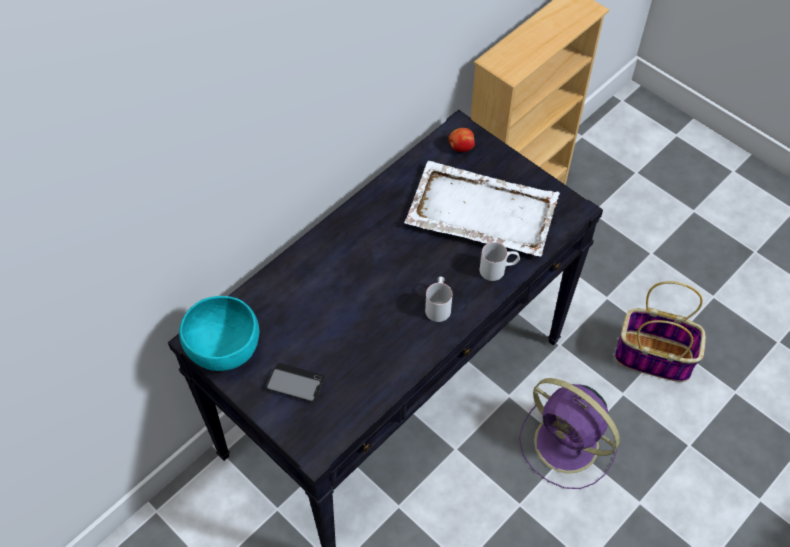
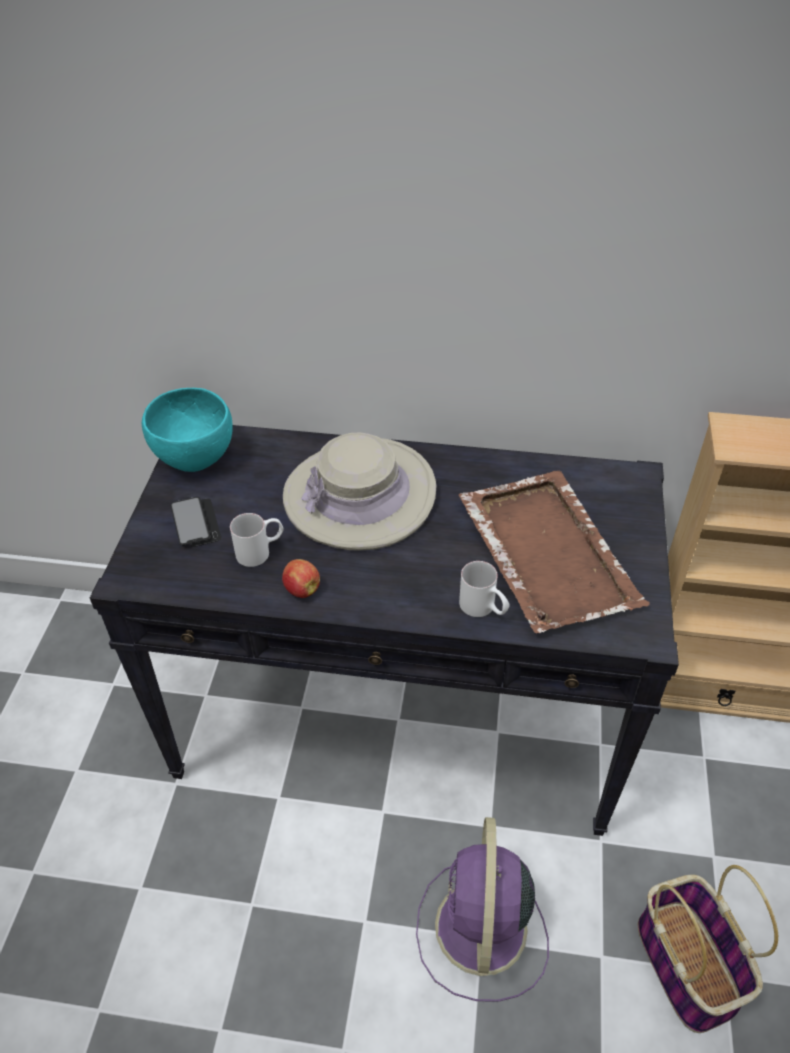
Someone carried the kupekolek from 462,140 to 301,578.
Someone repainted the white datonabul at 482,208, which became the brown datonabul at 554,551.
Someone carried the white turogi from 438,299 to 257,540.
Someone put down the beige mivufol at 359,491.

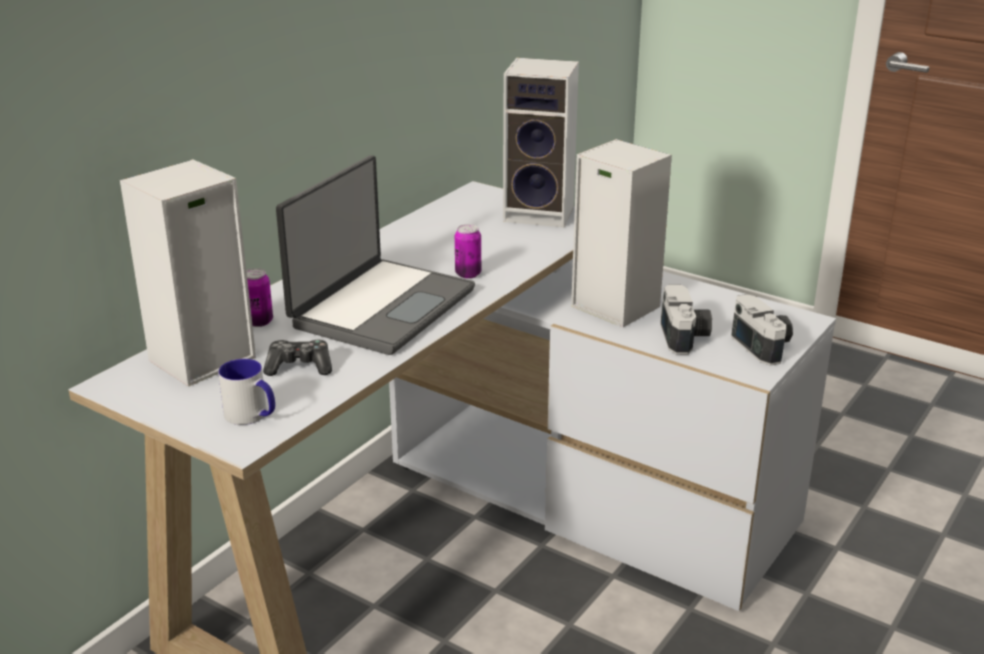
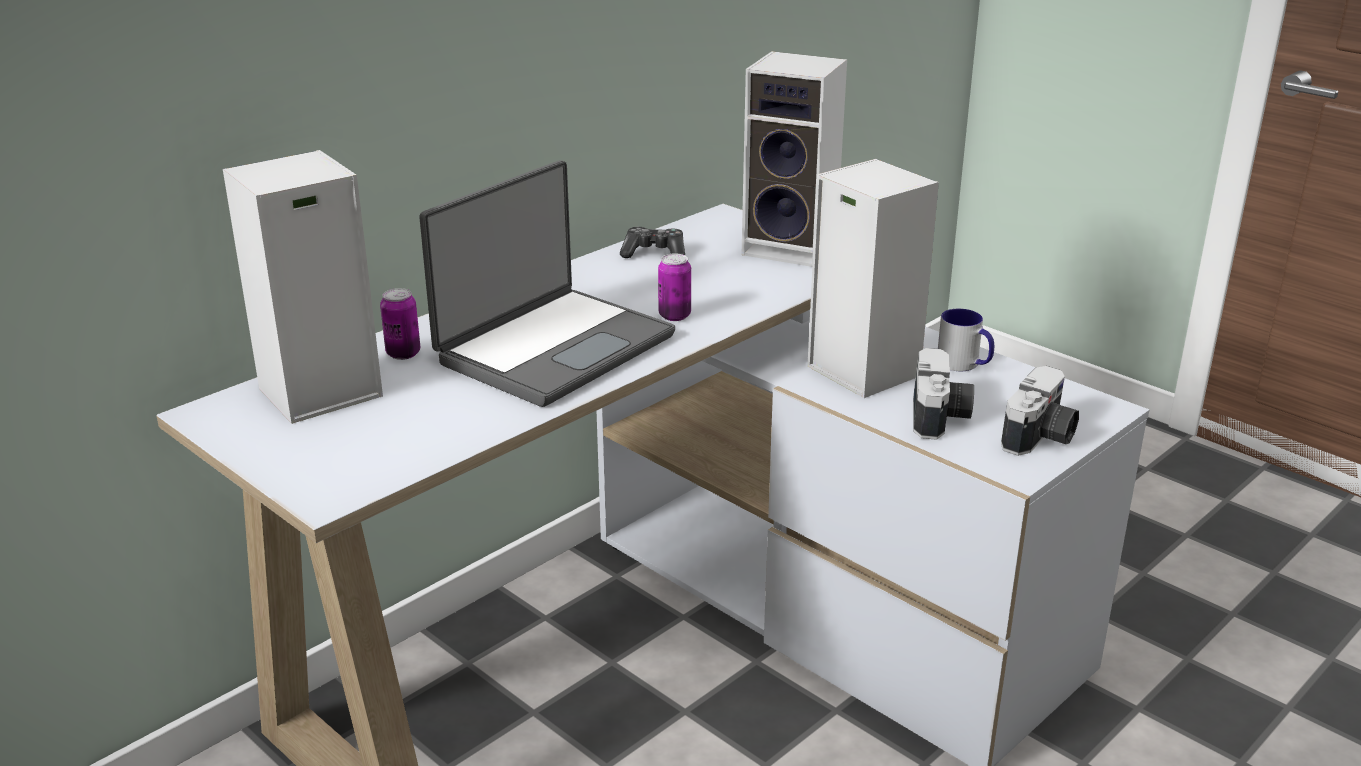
Someone rotated the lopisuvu at 762,330 by 45 degrees clockwise.
Someone carried the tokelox from 297,358 to 652,242.
Someone carried the turogi from 246,392 to 966,340.

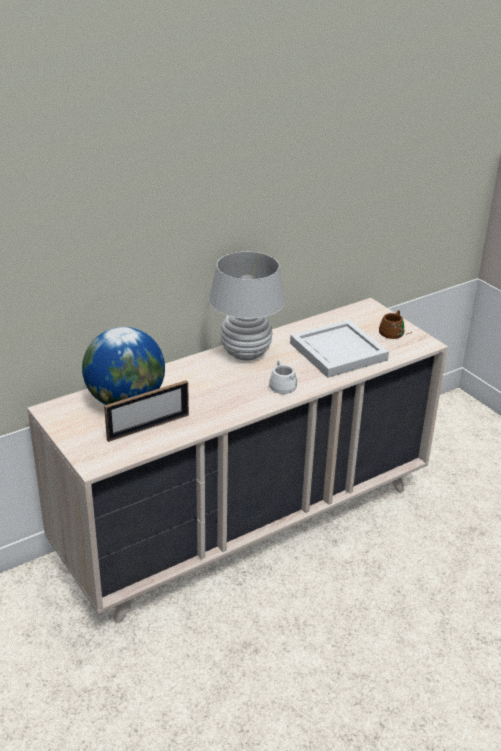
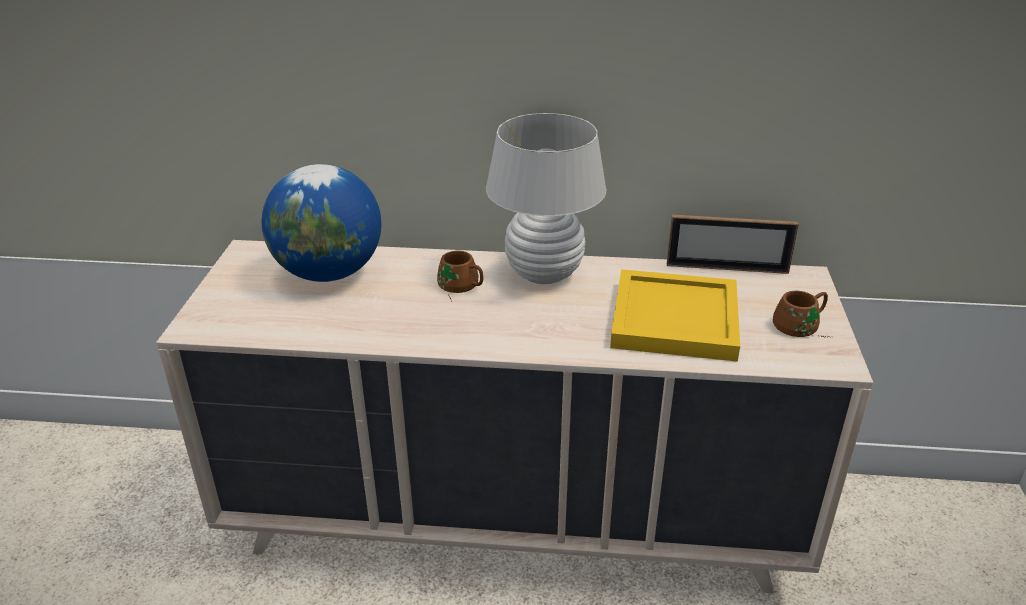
Someone repainted the white datonabul at 339,348, which became the yellow datonabul at 675,315.
Someone took away the white turogi at 284,377.
Someone carried the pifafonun from 146,411 to 733,244.
Someone put down the brown turogi at 460,276.

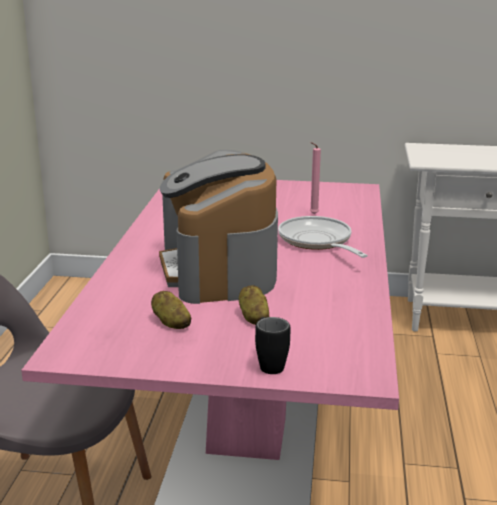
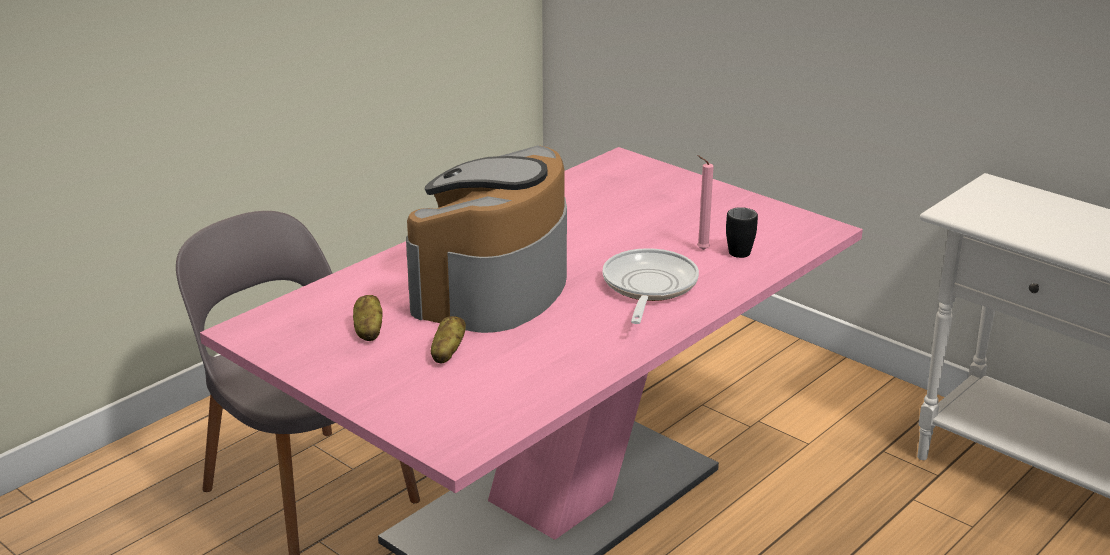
Someone carried the black turogi from 272,345 to 742,232.

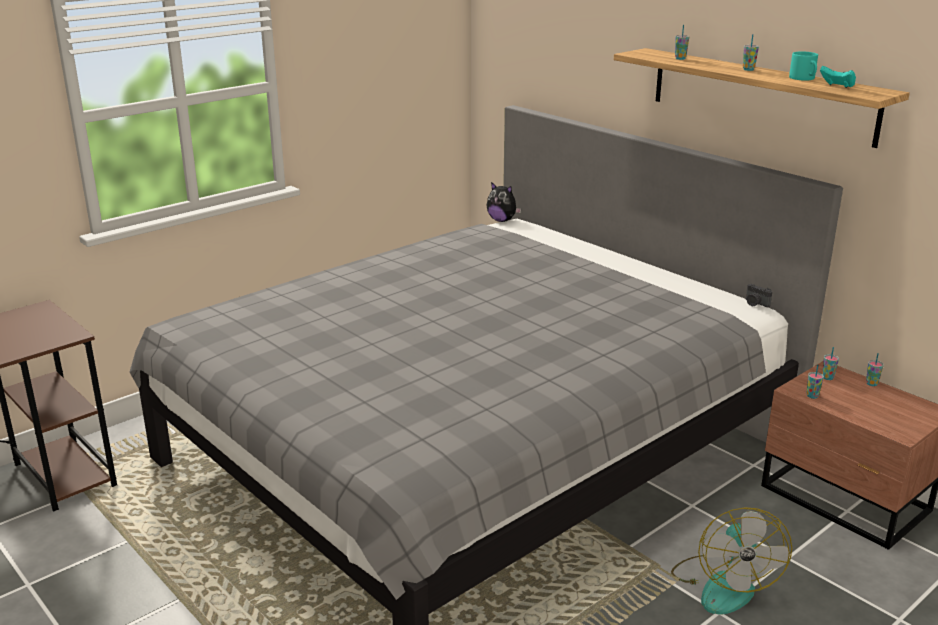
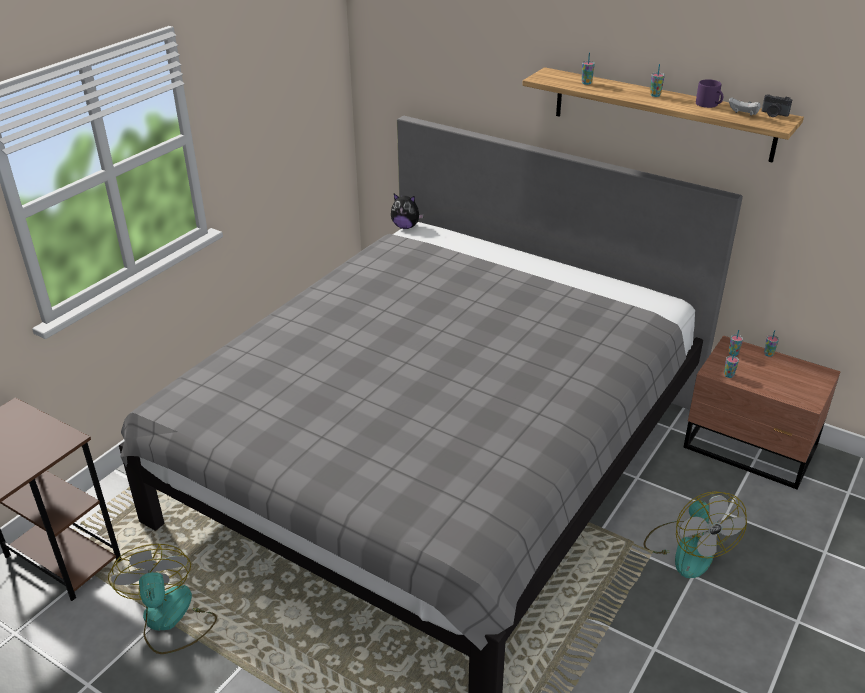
Someone repainted the turquoise turogi at 803,65, which became the purple turogi at 709,93.
Someone repainted the turquoise tokelox at 838,77, which became the white tokelox at 744,106.
Someone carried the lopisuvu from 759,295 to 777,106.
Someone put down the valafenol at 162,599.

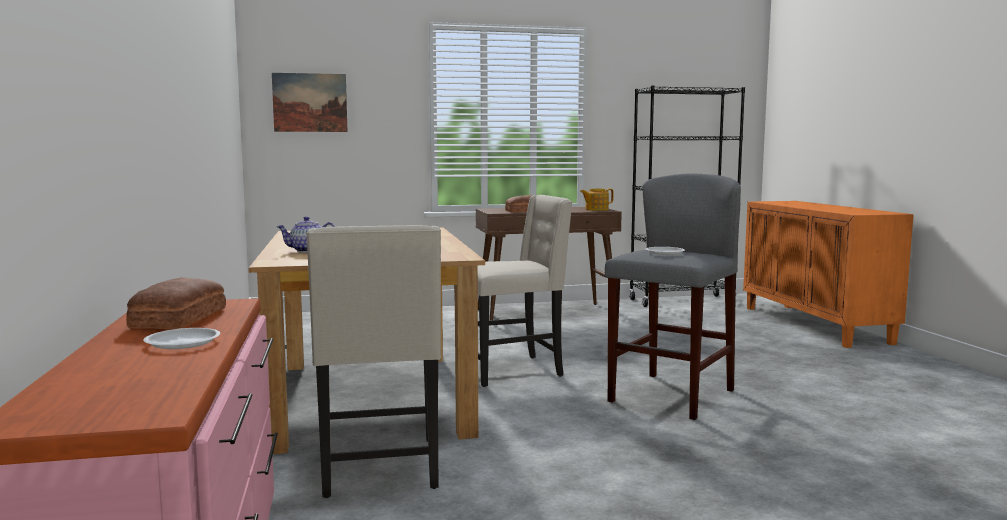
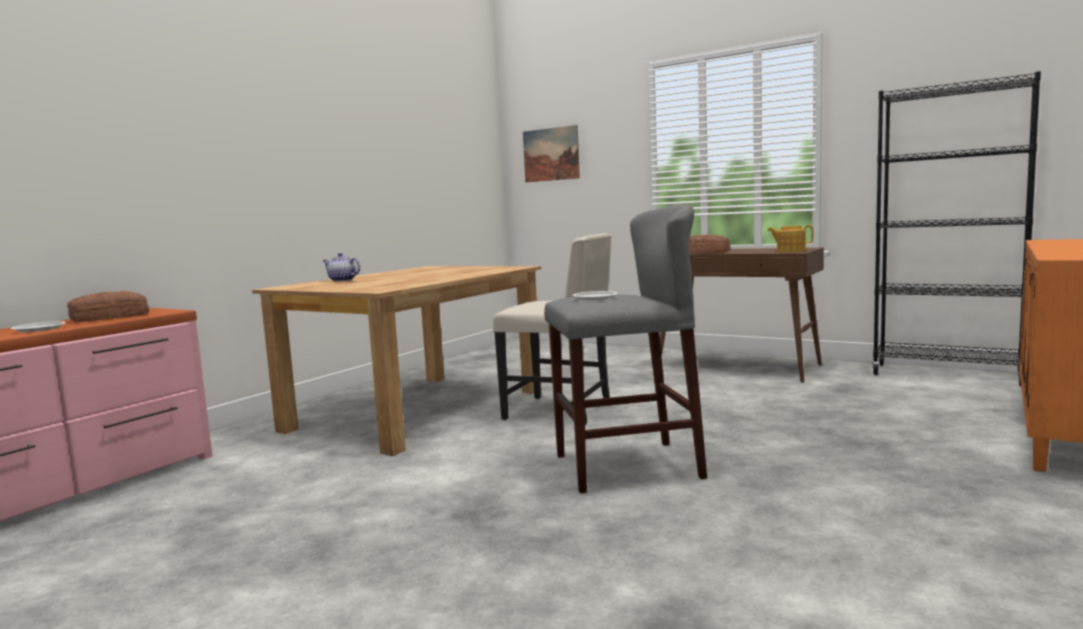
Someone took away the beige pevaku at 373,361.

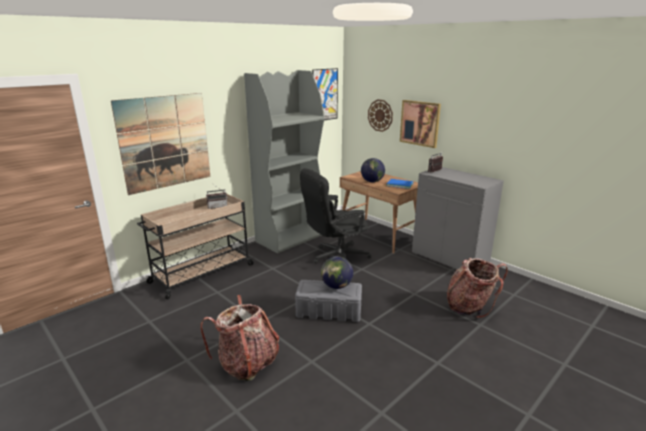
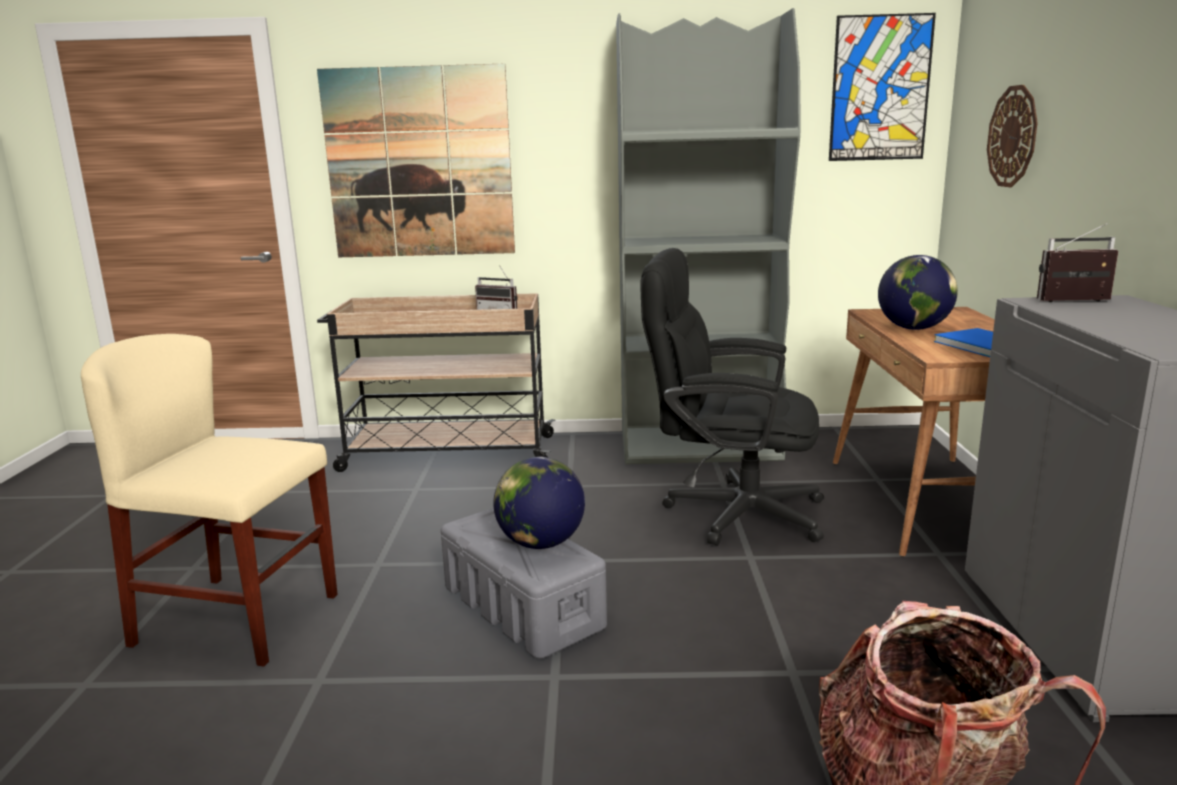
Someone took away the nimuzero at 420,124.
Someone swapped the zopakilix at 239,338 for the beige pevaku at 209,500.

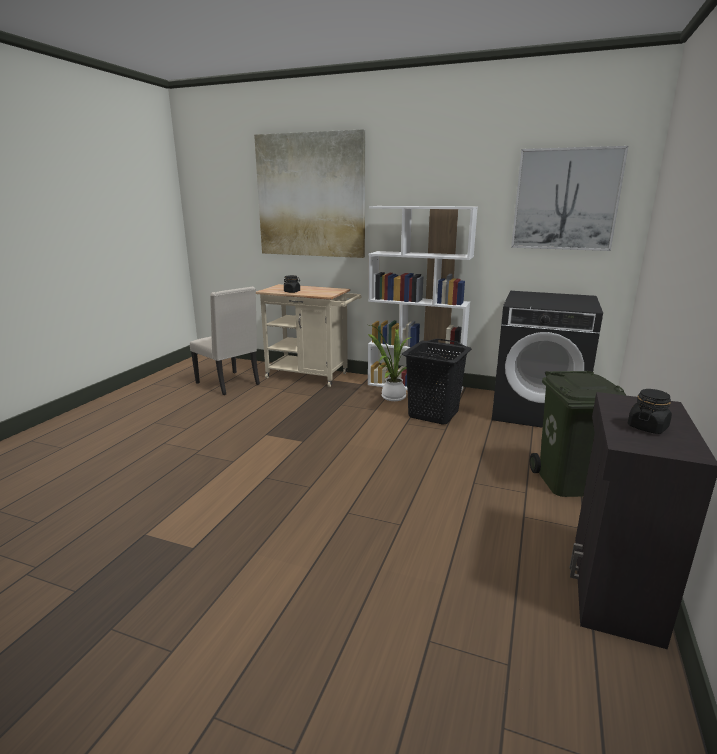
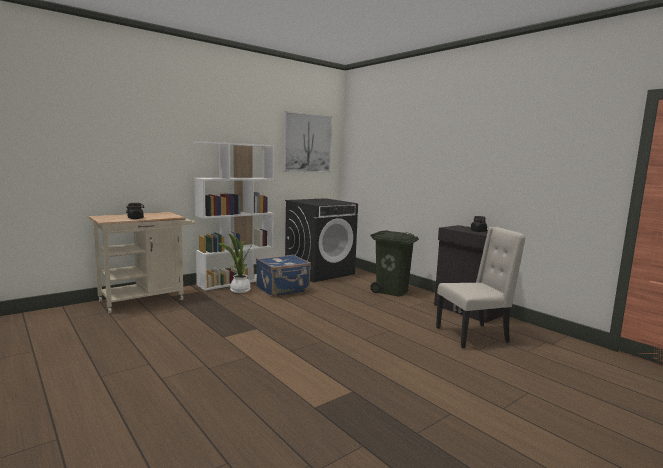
Someone took away the nimuzero at 309,193.
Someone carried the beige pevaku from 225,341 to 481,287.
Someone swapped the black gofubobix at 437,382 for the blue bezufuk at 283,275.

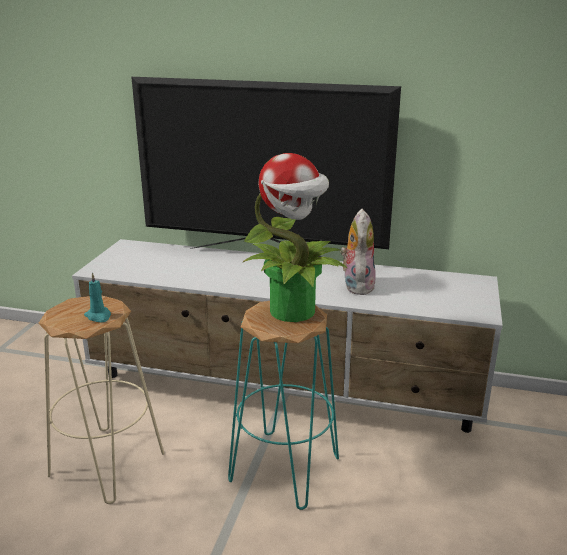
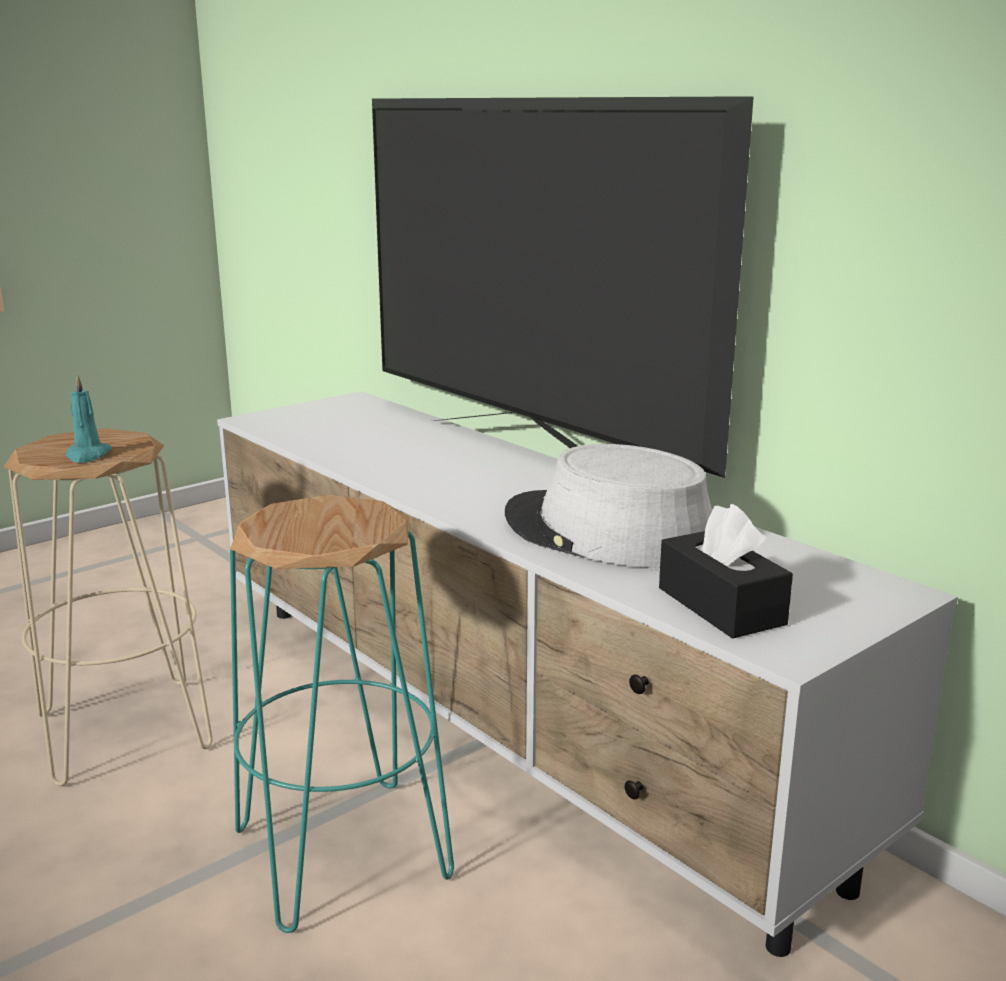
Someone took away the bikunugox at 295,237.
Someone swapped the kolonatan at 358,252 for the grey mivufol at 608,506.
Someone put down the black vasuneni at 726,571.

